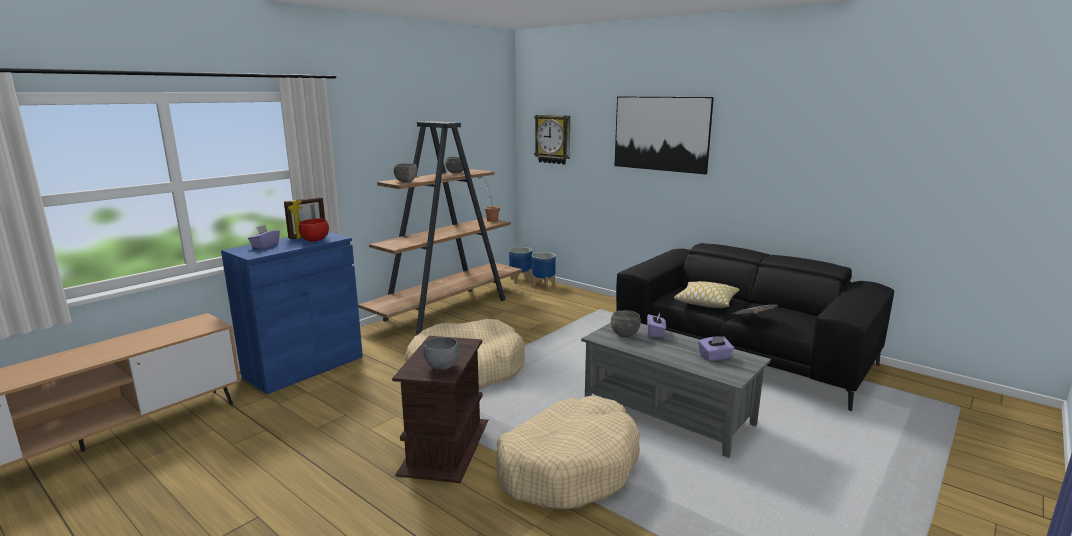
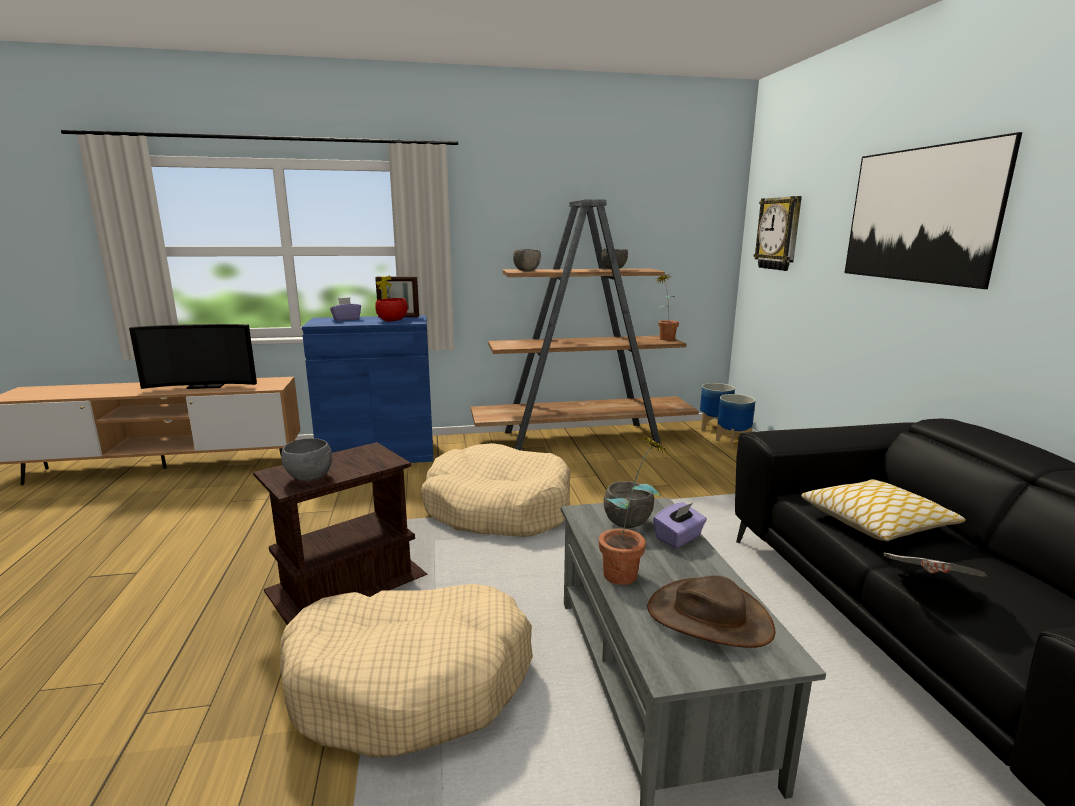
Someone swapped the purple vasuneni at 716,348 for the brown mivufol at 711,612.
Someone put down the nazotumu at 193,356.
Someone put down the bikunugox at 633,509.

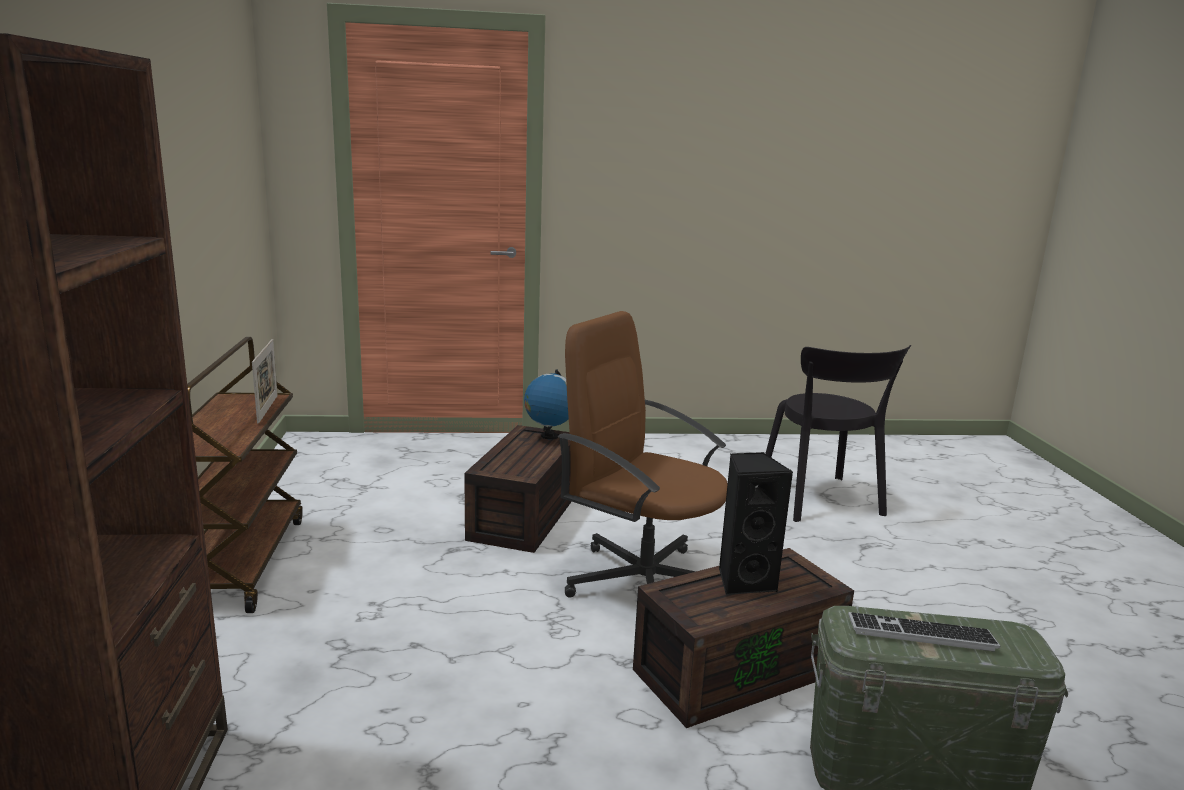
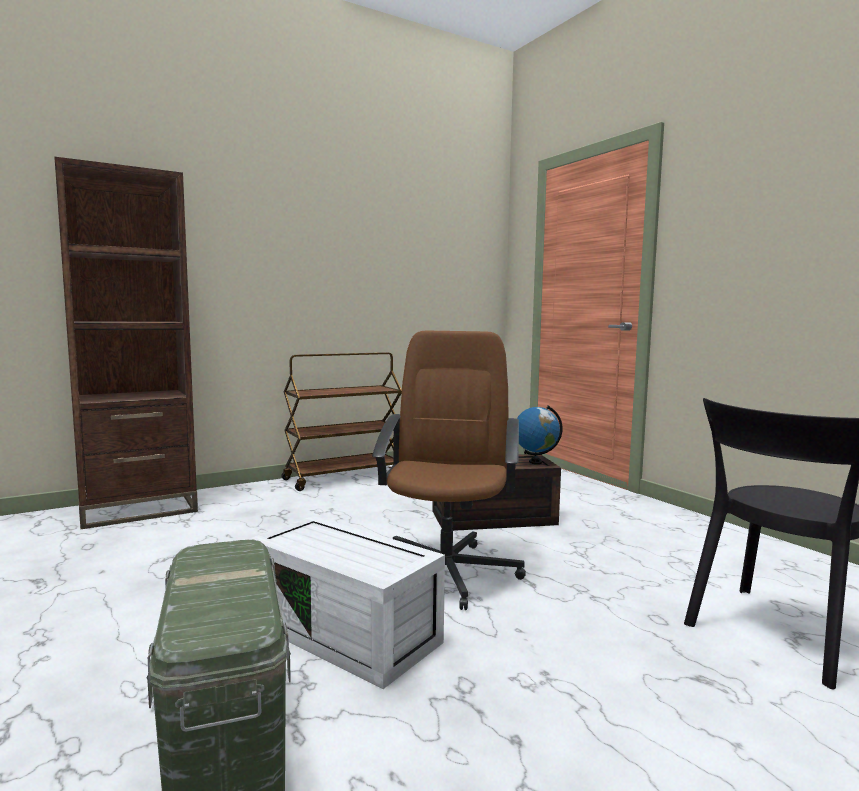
Someone took away the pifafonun at 265,381.
Someone took away the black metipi at 756,523.
Someone repainted the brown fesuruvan at 743,638, which became the white fesuruvan at 346,602.
Someone took away the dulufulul at 924,632.

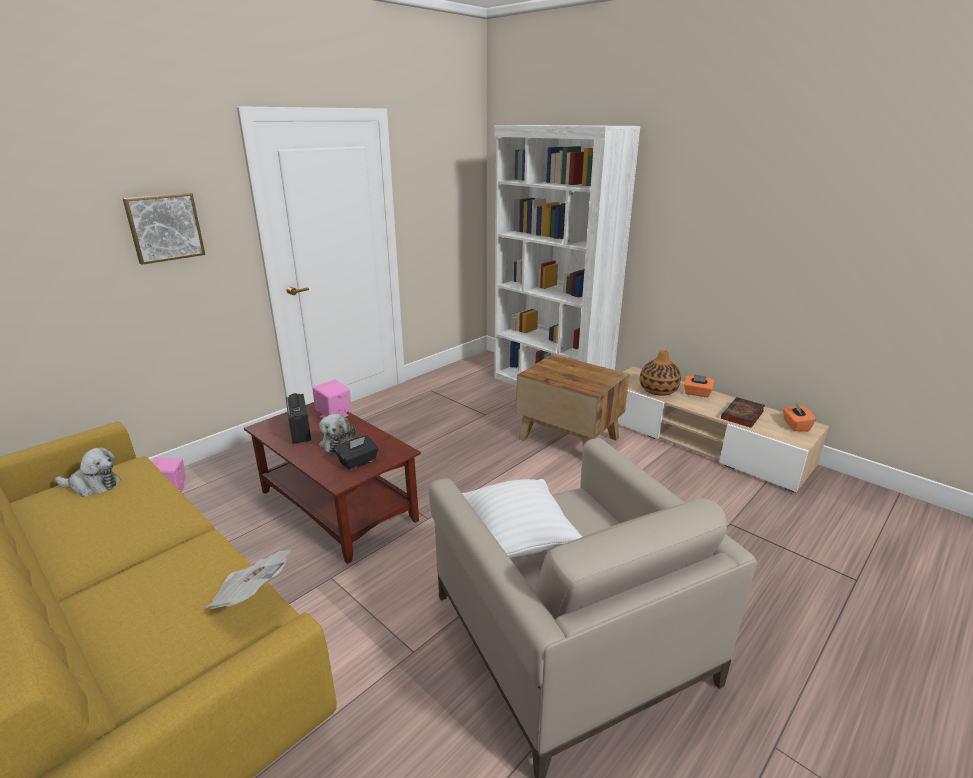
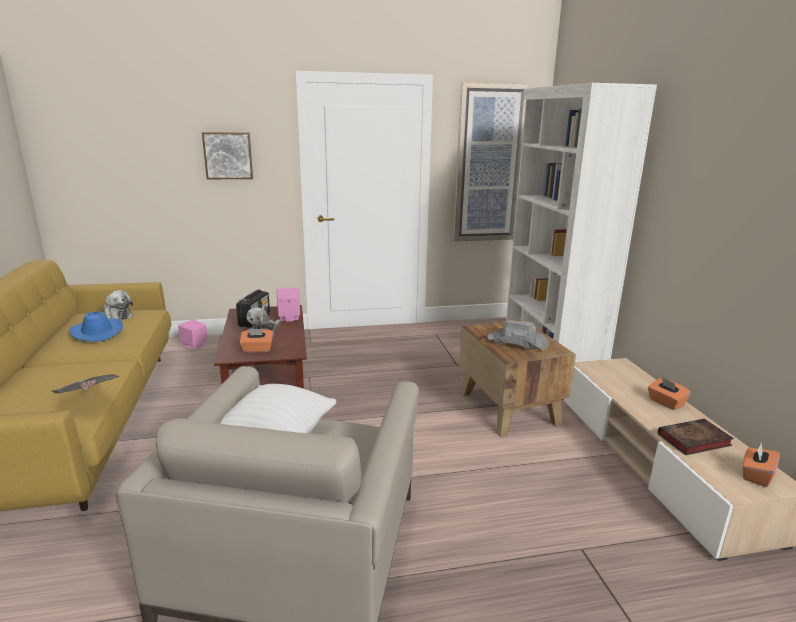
Someone took away the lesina at 660,373.
Someone repainted the black vasuneni at 357,452, which became the orange vasuneni at 256,341.
Someone put up the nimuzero at 491,161.
Someone put down the blue mivufol at 96,326.
Someone put down the grey mivufol at 518,335.

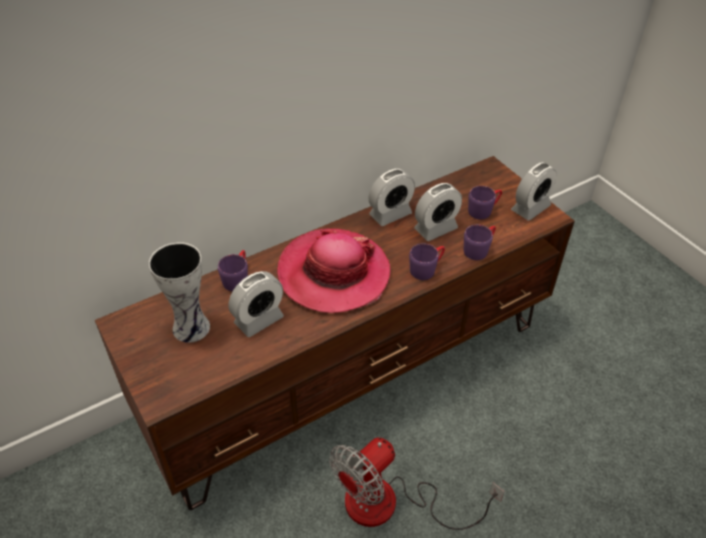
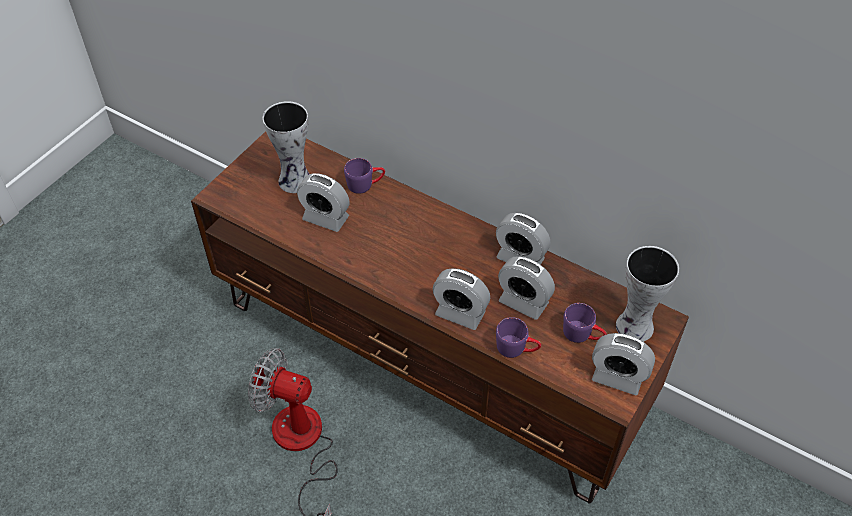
Someone took away the mivufol at 334,270.
Someone swapped the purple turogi at 427,261 for the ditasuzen at 461,299.
Someone put down the lesina at 647,294.

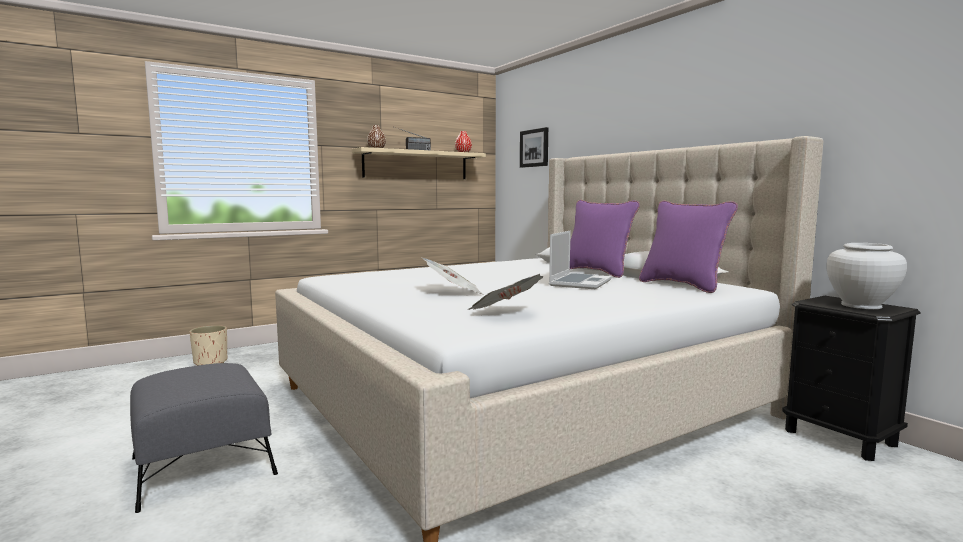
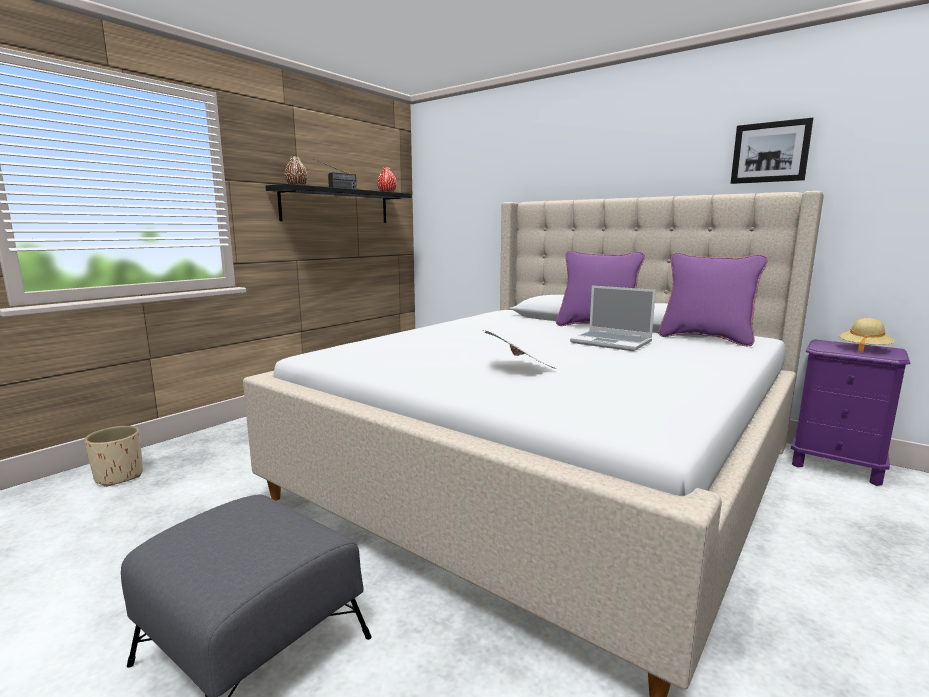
Someone carried the nimuzero from 534,147 to 772,150.
Someone repainted the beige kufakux at 419,163, which became the black kufakux at 339,203.
Someone rotated the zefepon at 580,260 by 120 degrees clockwise.
Someone swapped the white lesina at 866,276 for the beige mivufol at 867,335.
Someone took away the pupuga at 505,292.
Someone repainted the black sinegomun at 851,378, which became the purple sinegomun at 850,412.

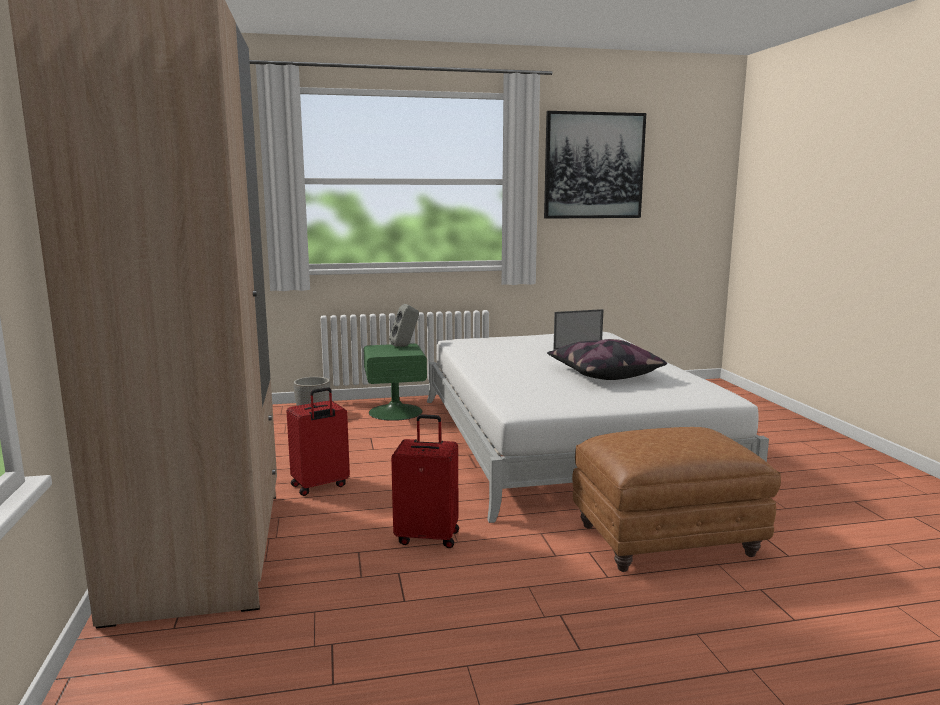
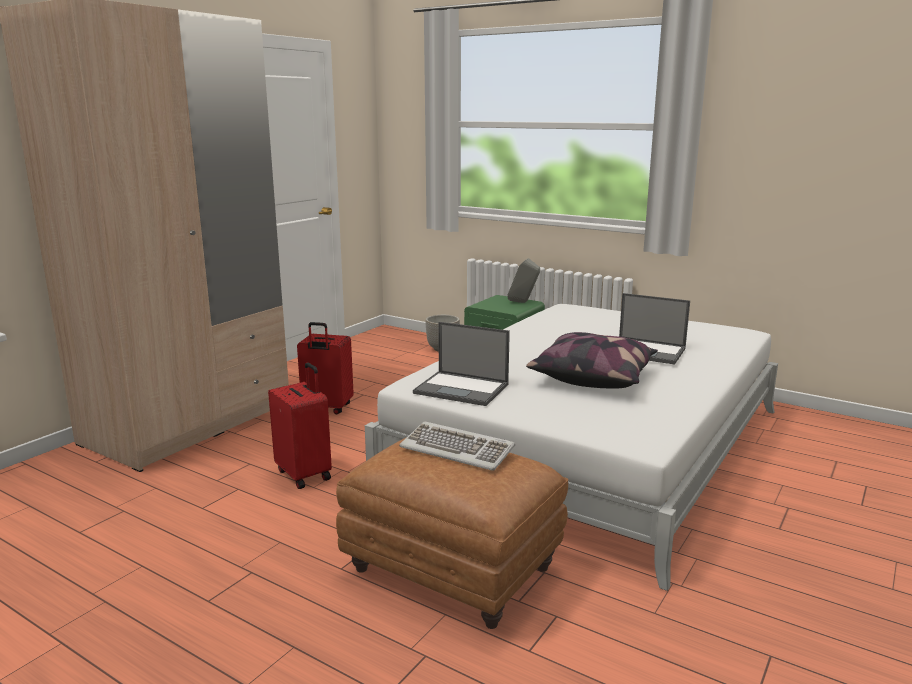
Someone took away the nimuzero at 595,165.
Someone put down the zefepon at 461,364.
Someone put down the dulufulul at 457,446.

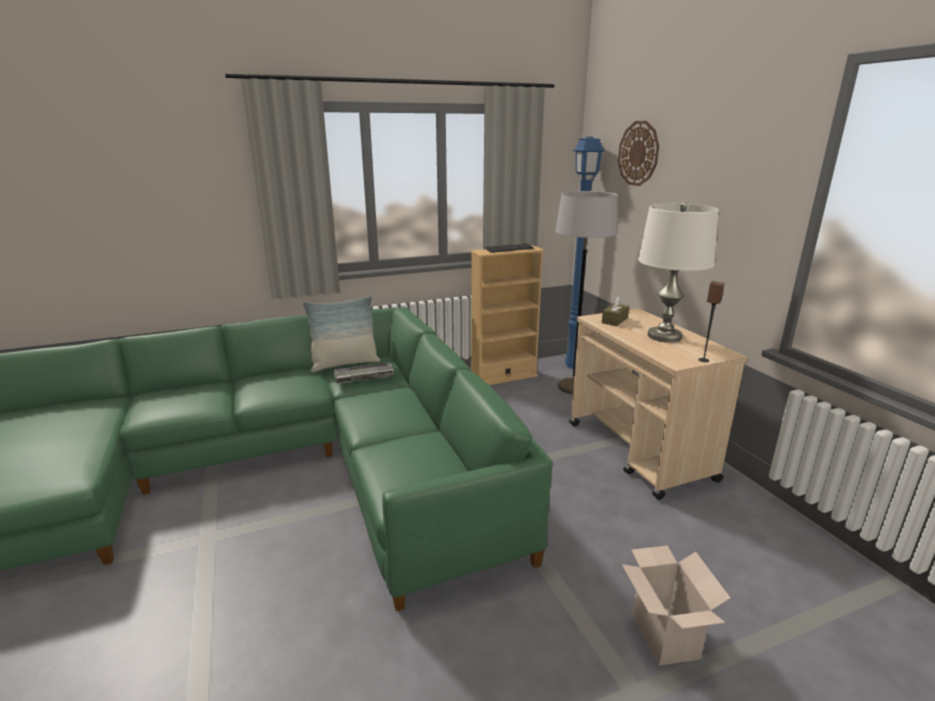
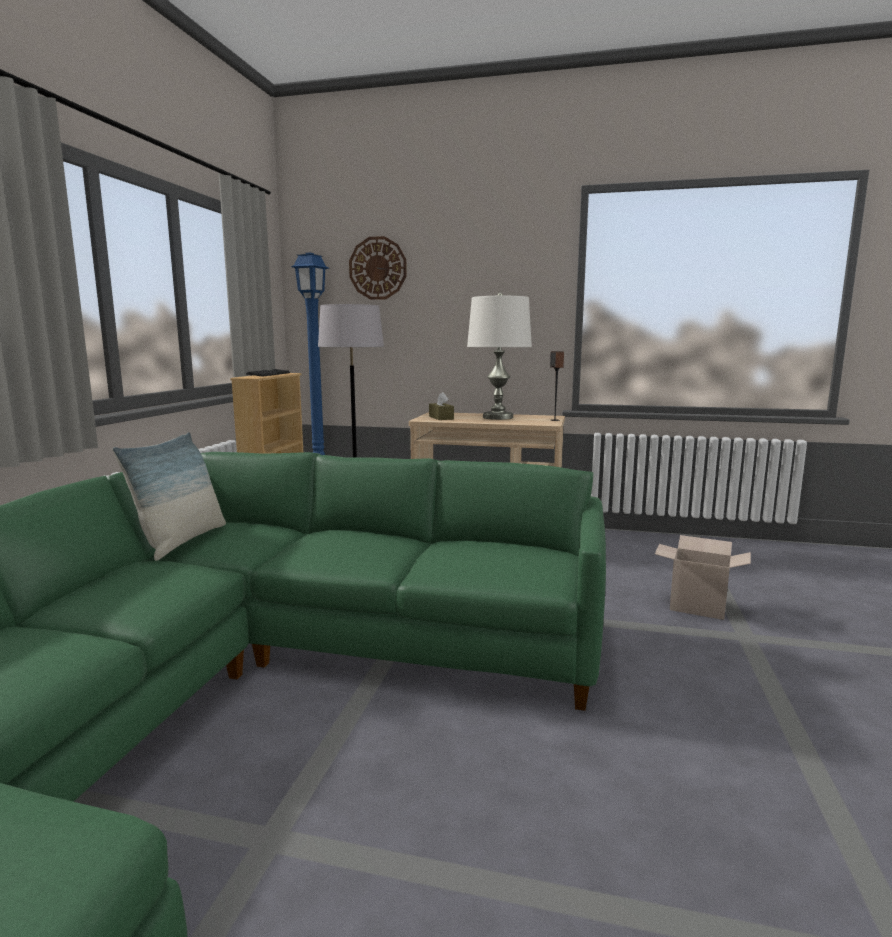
Someone took away the dulufulul at 364,373.

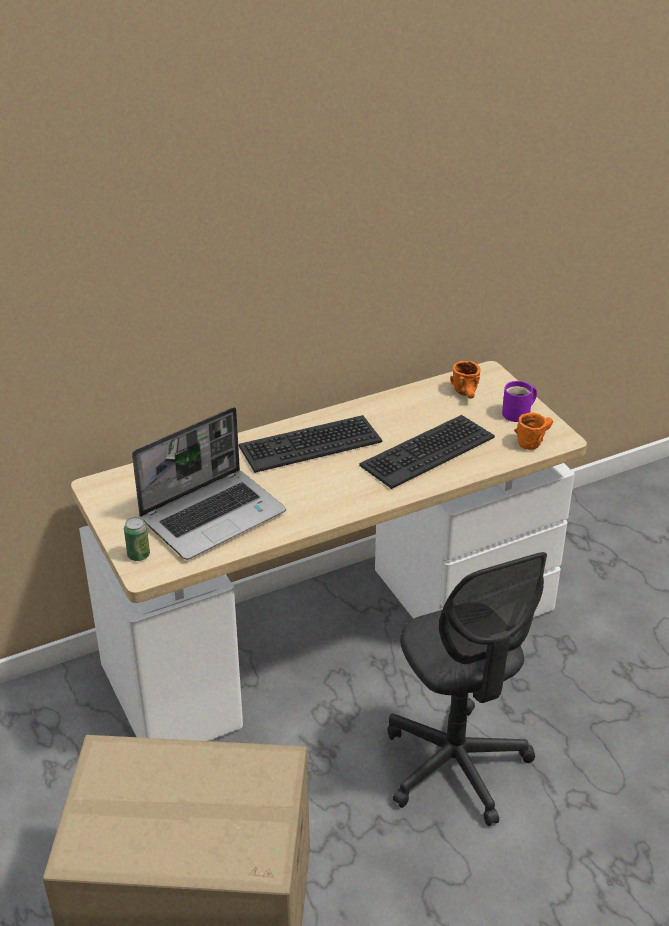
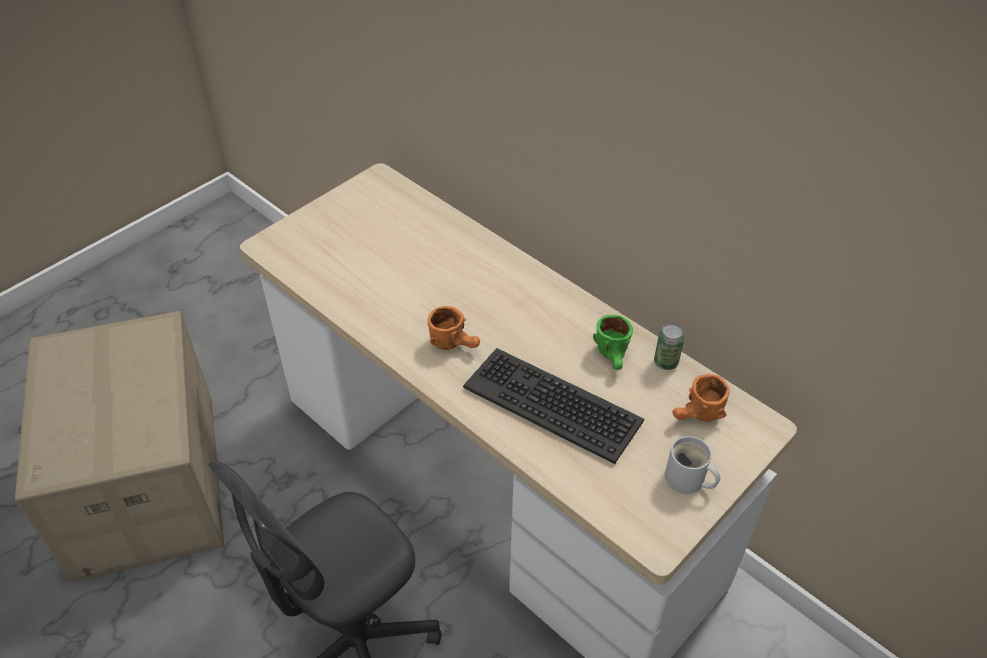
Someone repainted the purple turogi at 519,401, which became the white turogi at 692,465.
Someone took away the zefepon at 209,483.
Someone carried the orange turogi from 533,431 to 453,328.
Someone took away the dulufulul at 310,444.
Someone carried the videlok from 137,539 to 669,347.
Someone put down the green turogi at 613,342.

